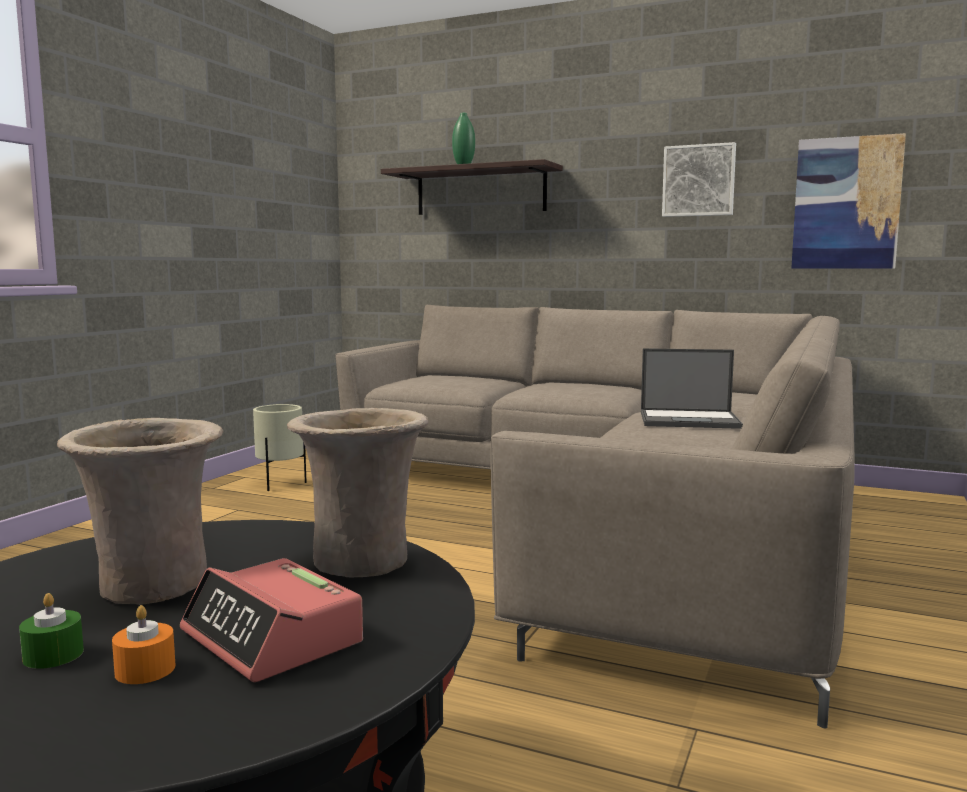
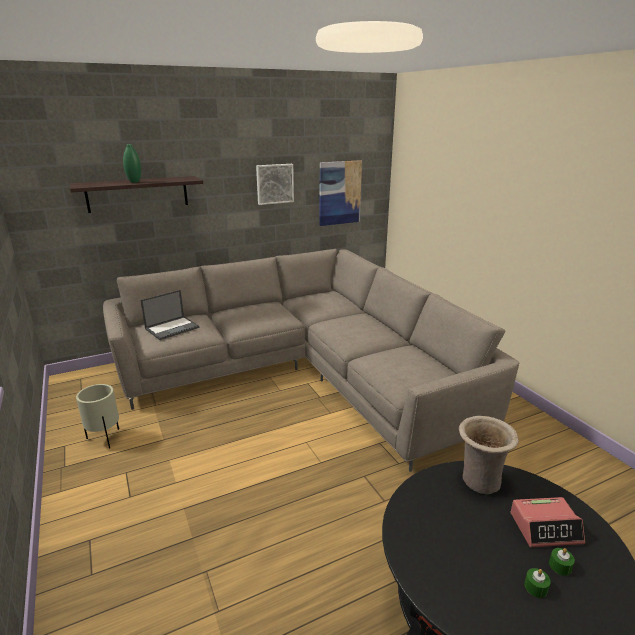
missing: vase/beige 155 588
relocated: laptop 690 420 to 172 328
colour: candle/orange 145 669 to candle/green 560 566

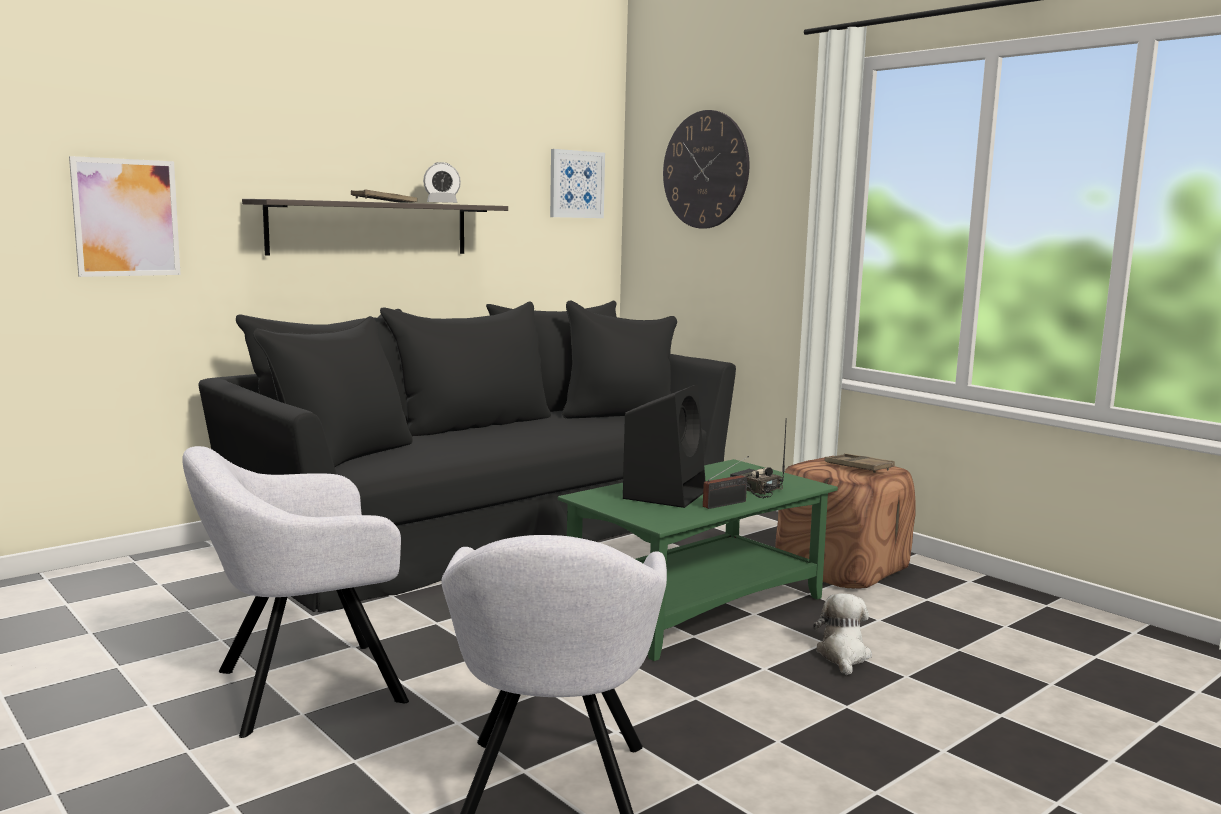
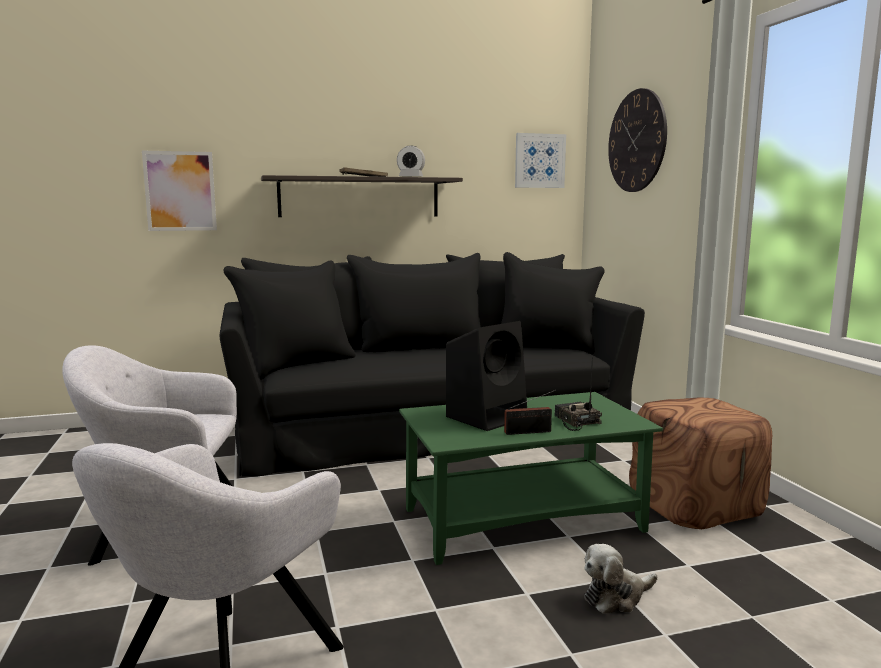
missing: tray/brown 858 467
spun: plush toy 843 656 = 616 597 150 degrees counterclockwise

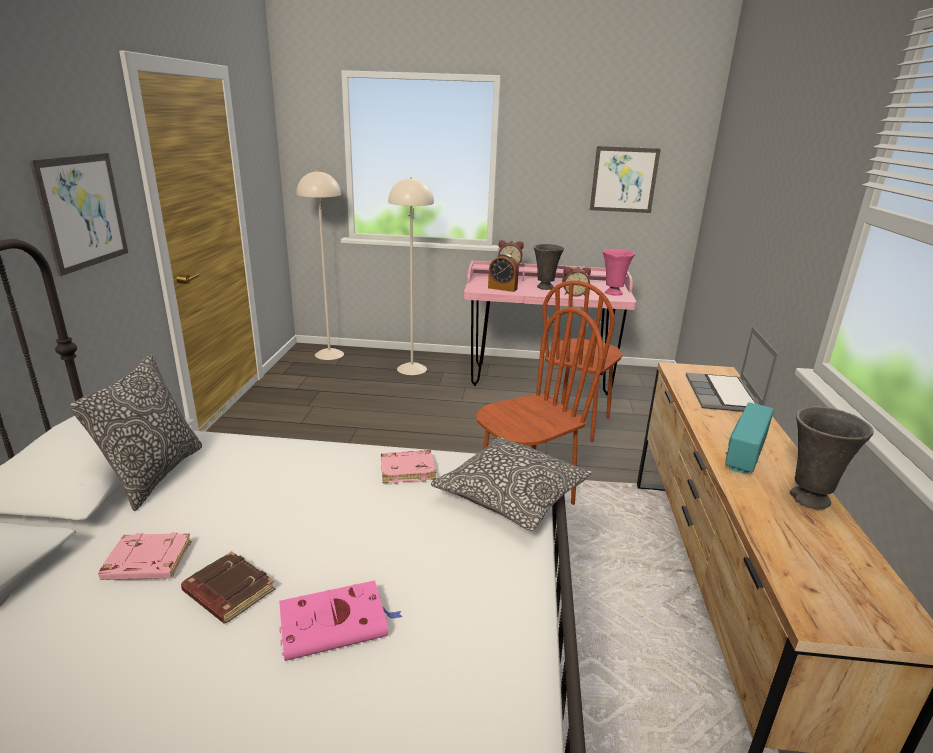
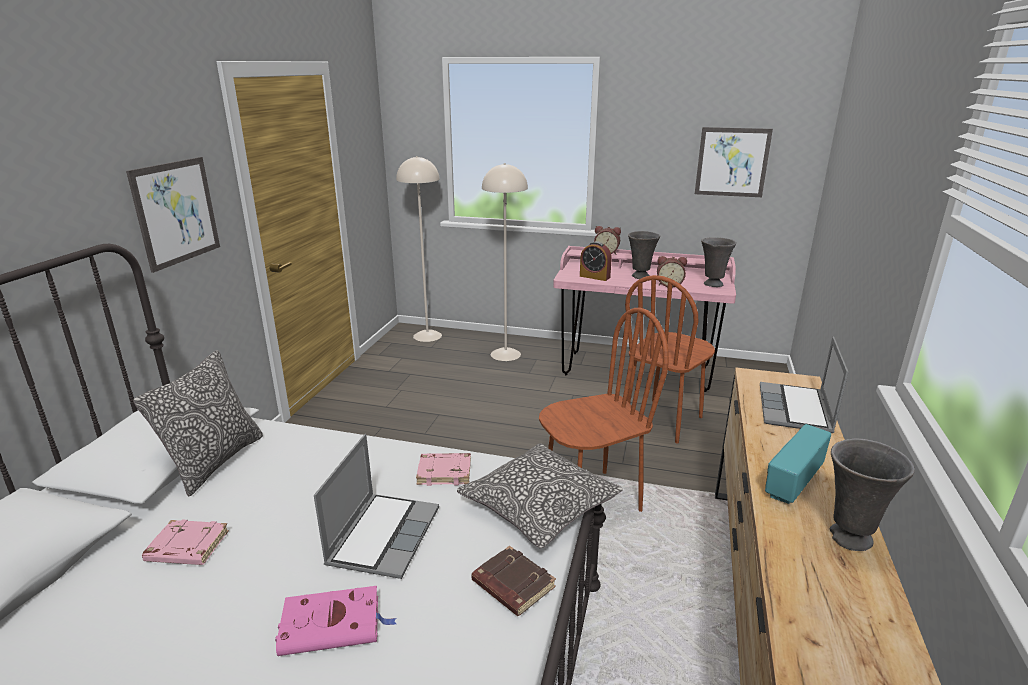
appeared: laptop 383 535
relocated: book/brown 227 592 to 512 585
colour: vase/pink 612 293 to vase/grey 712 284

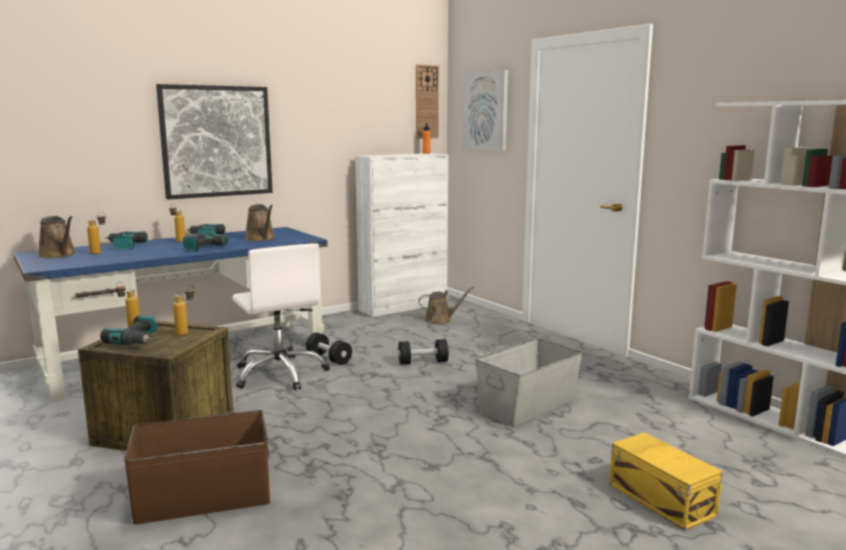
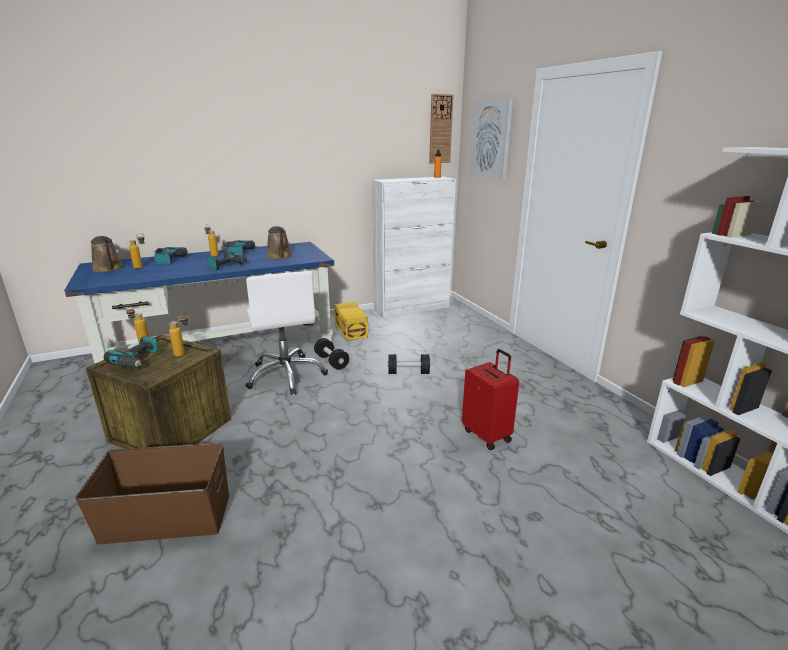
missing: picture 216 141; watering can/brown 440 320
relocated: storage box/yellow 661 498 to 351 330
exchanged: storage box/grey 528 405 to suitcase/red 487 435

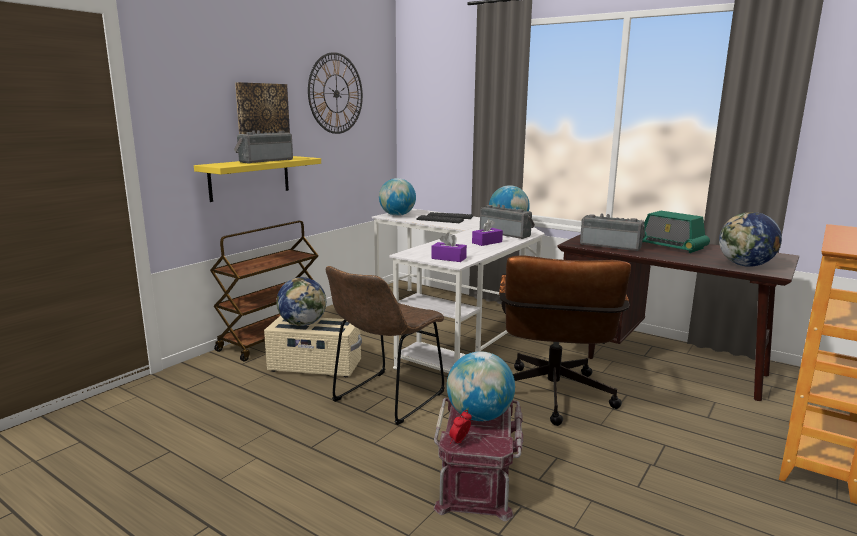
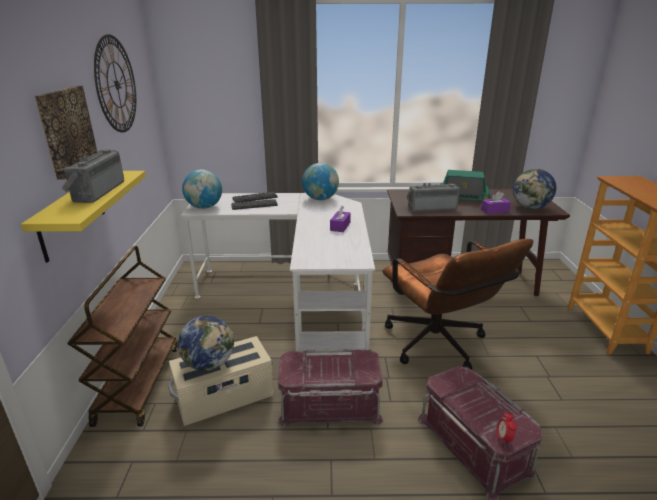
missing: globe 479 416; radio 506 234
relocated: tissue box/purple 448 258 to 494 210
exchanged: chair/brown 385 399 to storage box/red 329 406

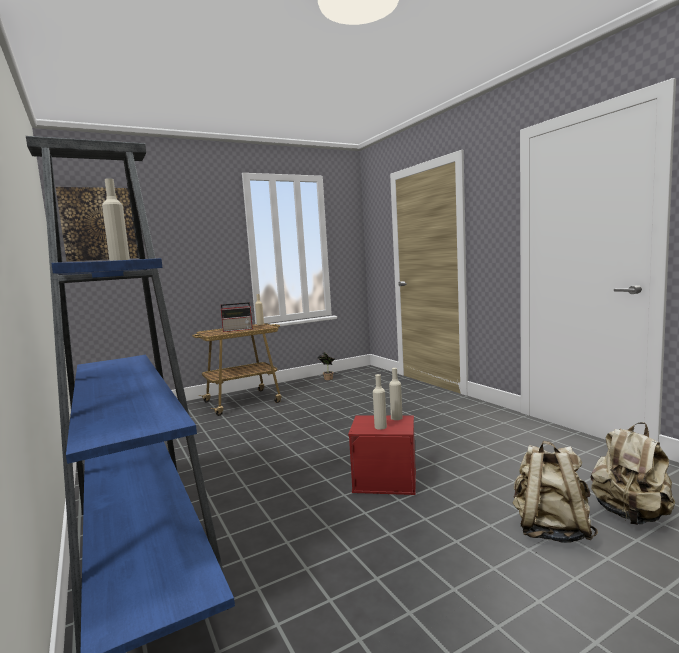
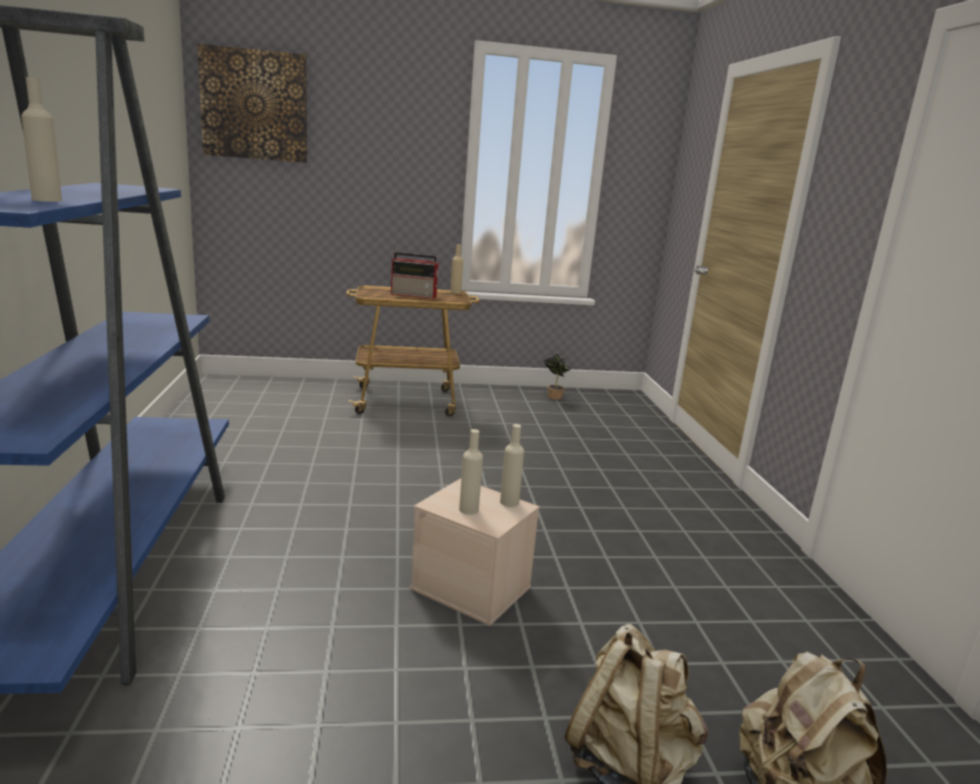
colour: storage box/red 386 480 to storage box/beige 472 588

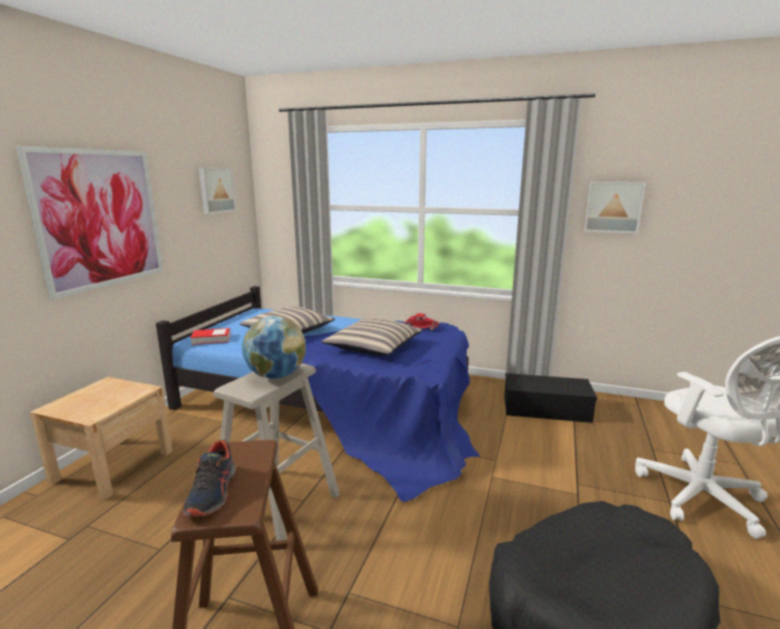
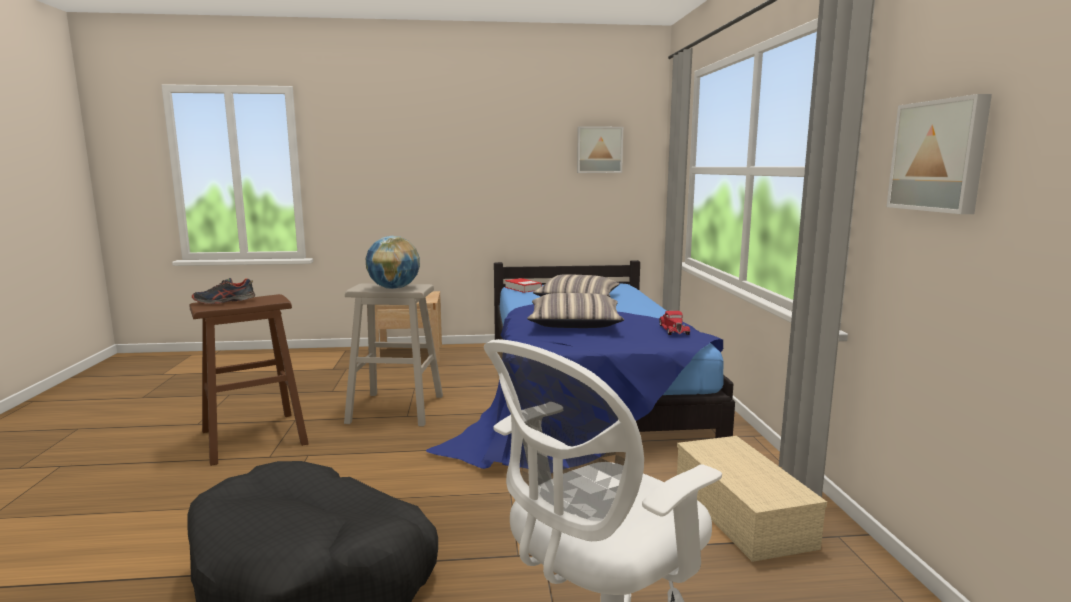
missing: picture 100 219
colour: storage box/black 547 408 to storage box/beige 744 514

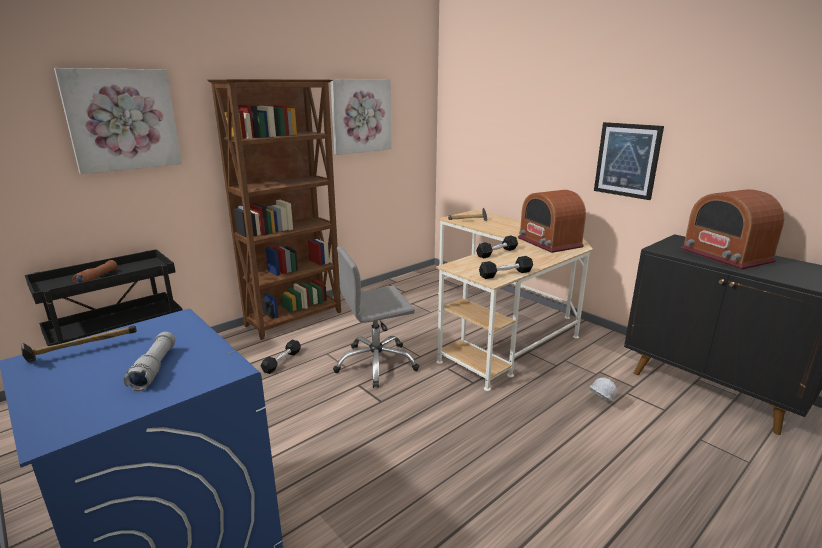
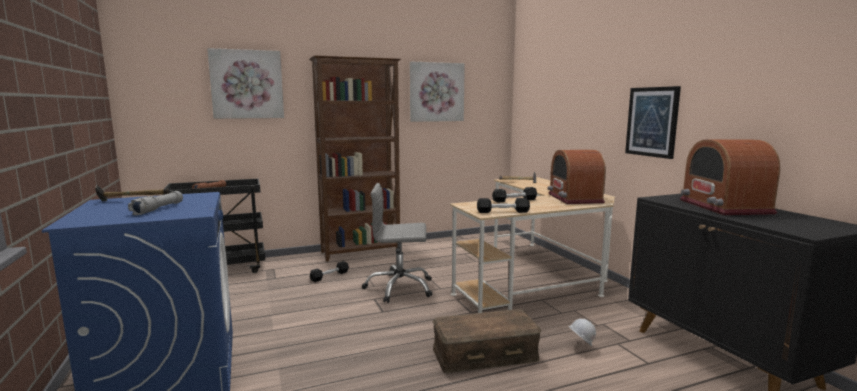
appeared: storage box/brown 484 353

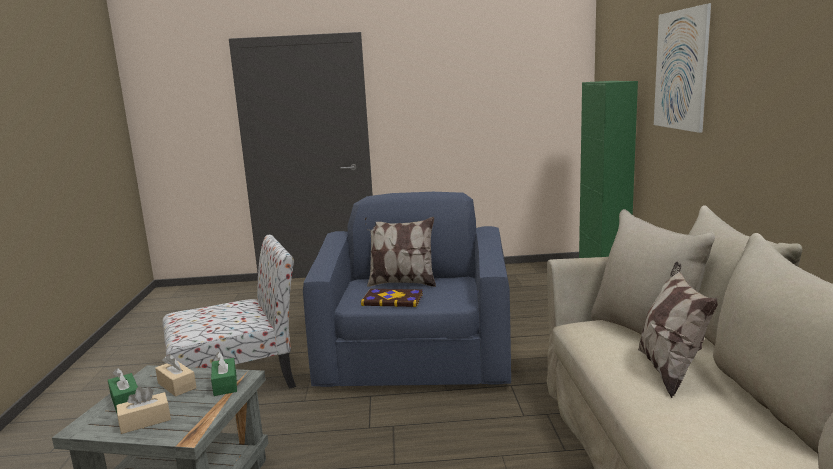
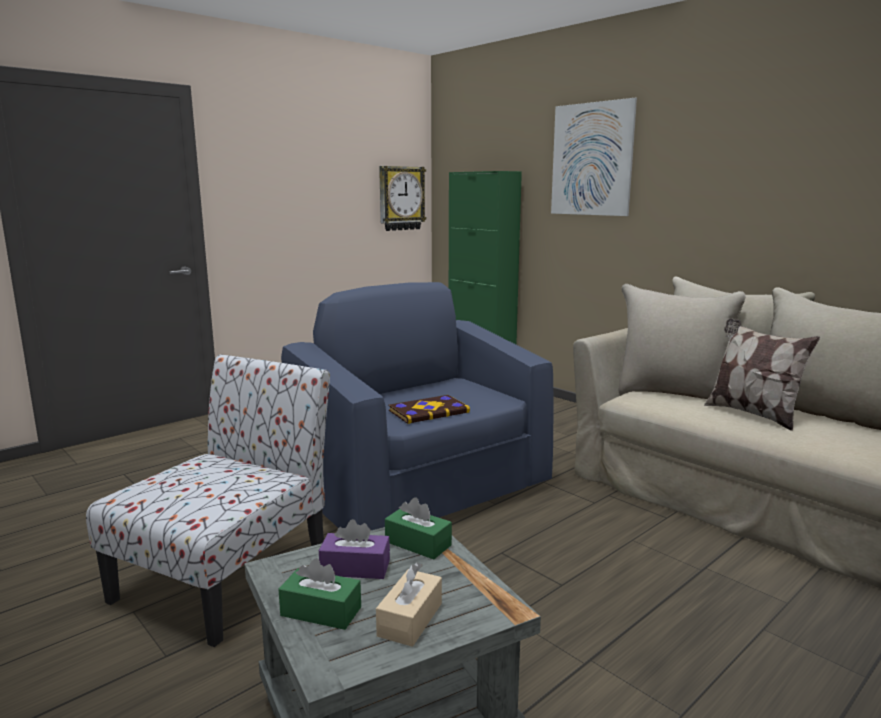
missing: pillow 401 283
appeared: wall clock 401 198
colour: tissue box/beige 177 385 to tissue box/purple 355 568

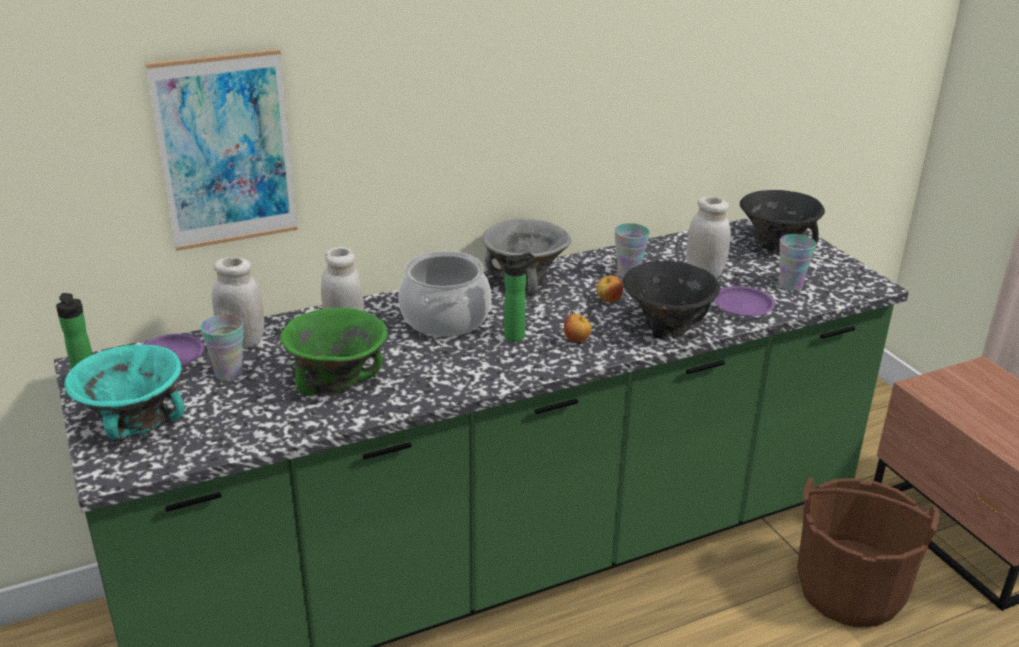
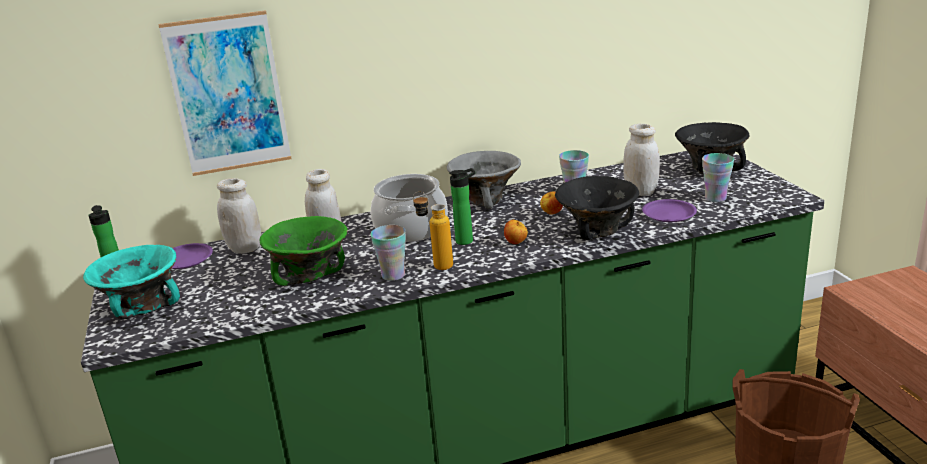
appeared: bottle 436 265
relocated: cup 229 373 to 393 275

